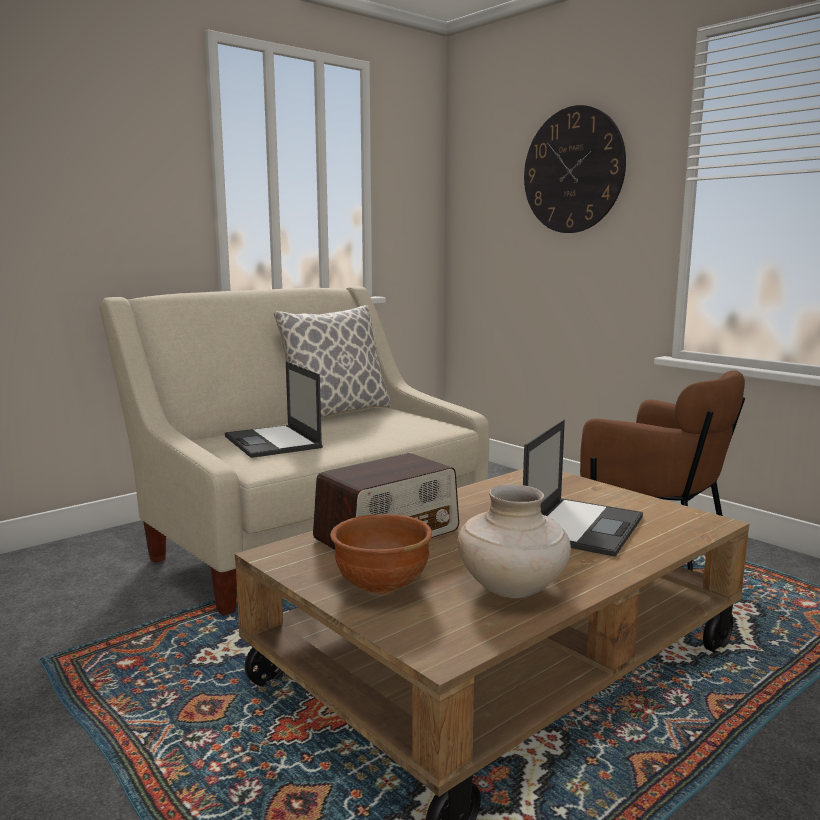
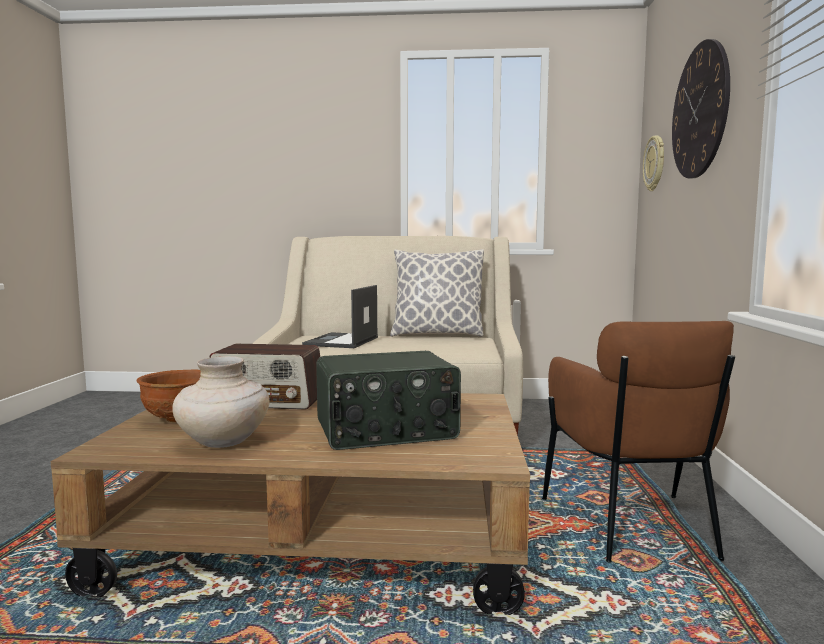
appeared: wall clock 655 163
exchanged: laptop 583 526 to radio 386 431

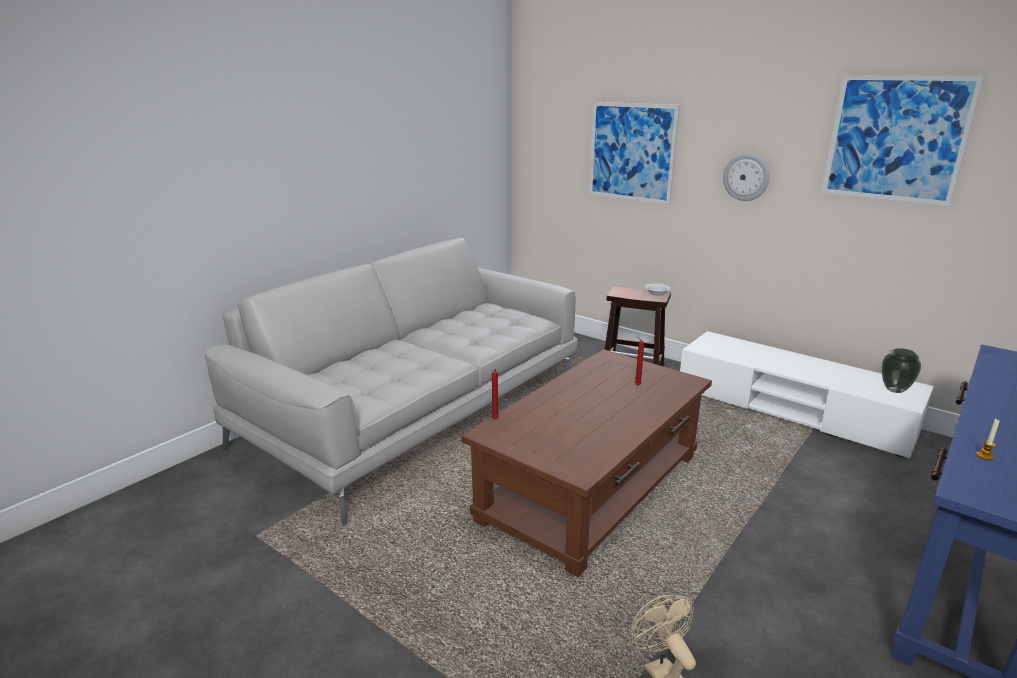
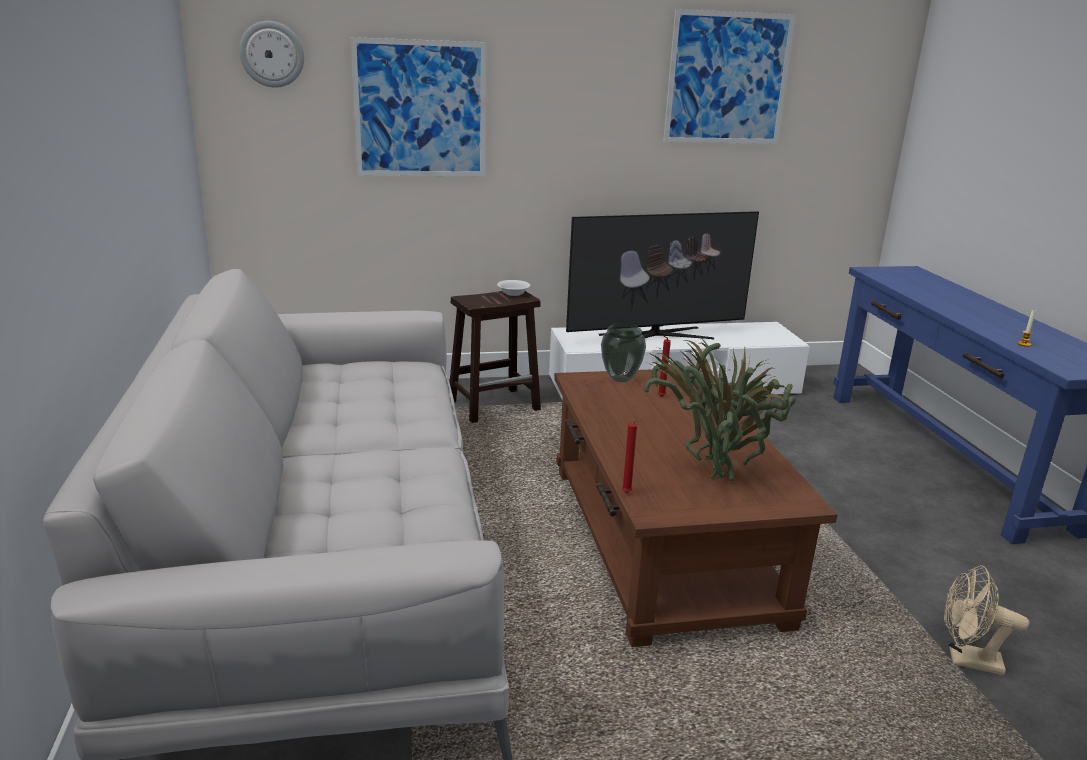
appeared: television 655 336; potted plant 714 473
relocated: wall clock 746 177 to 272 54; vase 894 390 to 620 379

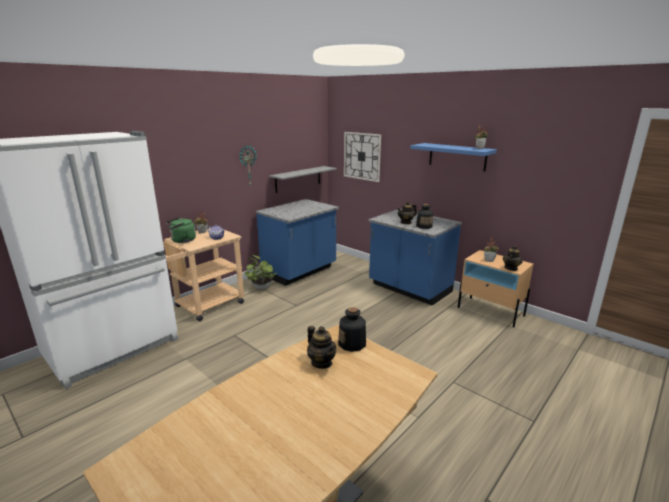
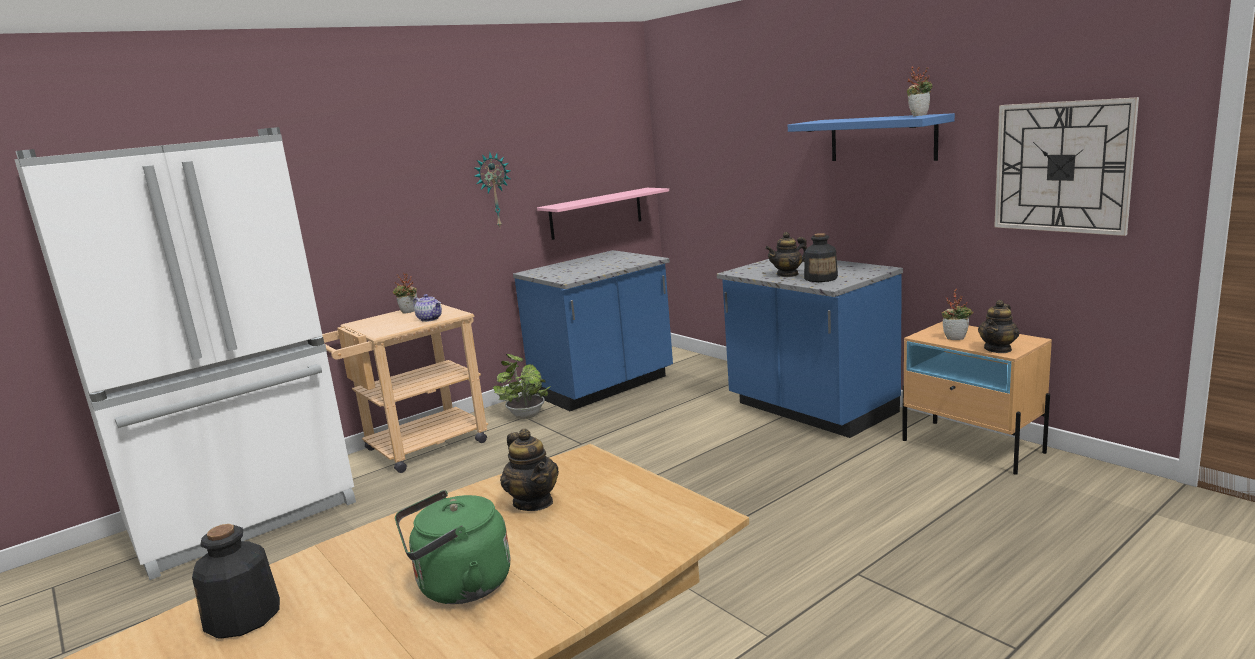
relocated: bottle 352 344 to 243 617; kettle/green 182 241 to 459 587; wall clock 362 156 to 1062 167
colour: shelf/grey 298 179 to shelf/pink 596 213

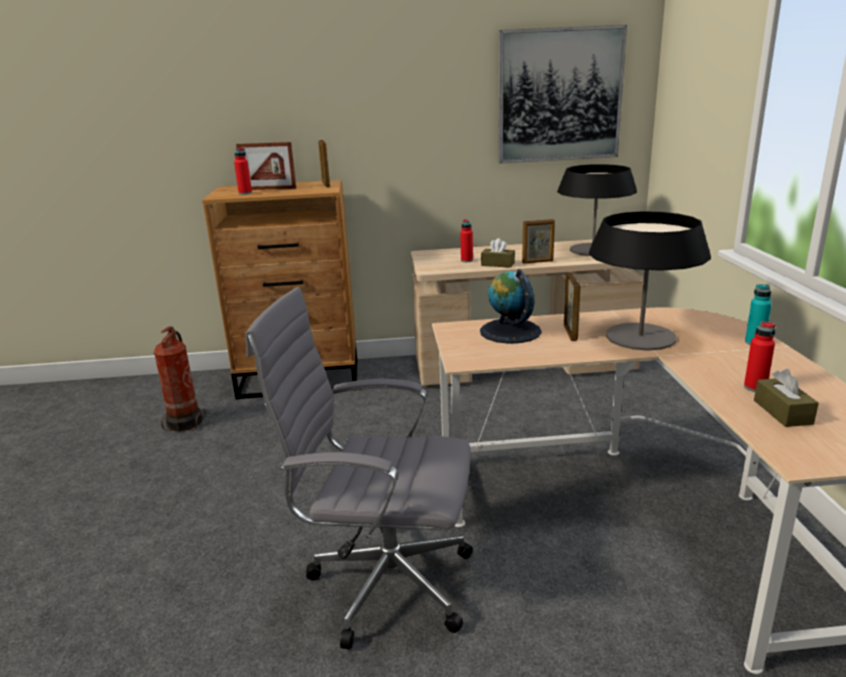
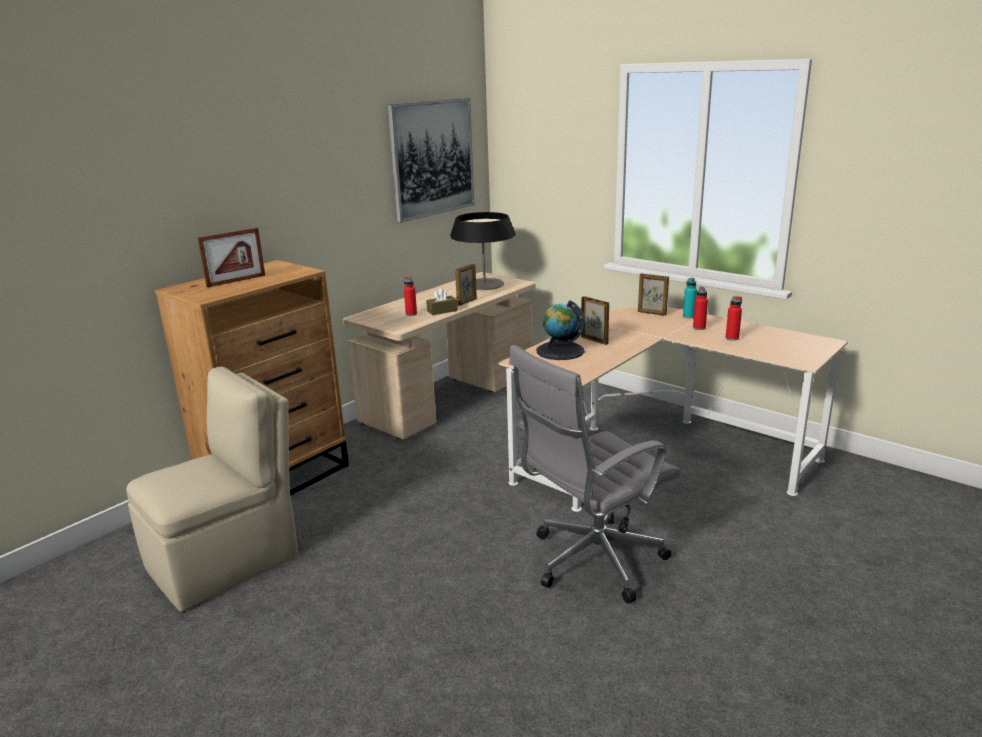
missing: table lamp 640 336; tissue box/brown 782 412
relocated: picture frame 326 184 to 651 313; bottle/red 245 193 to 699 328
exchanged: fire extinguisher 186 422 to chair/beige 227 560

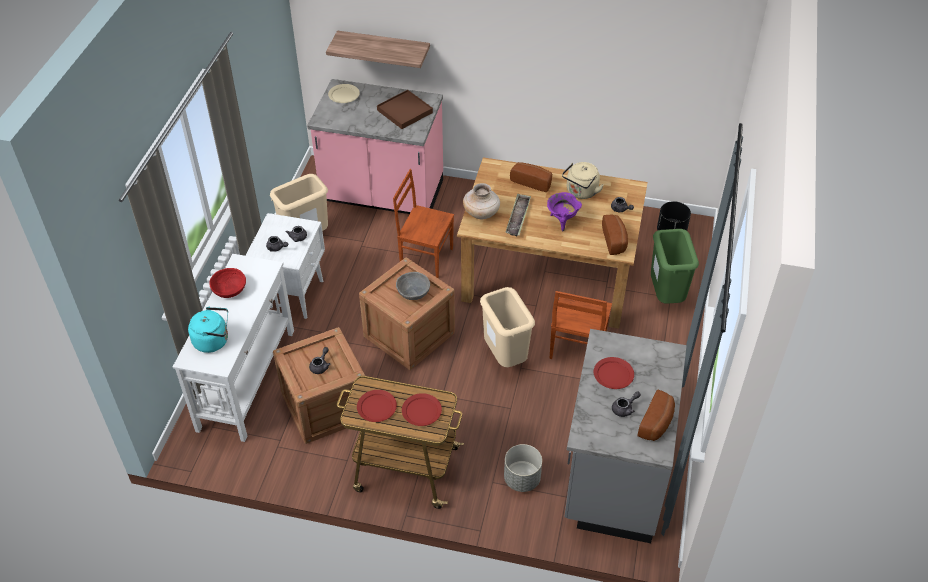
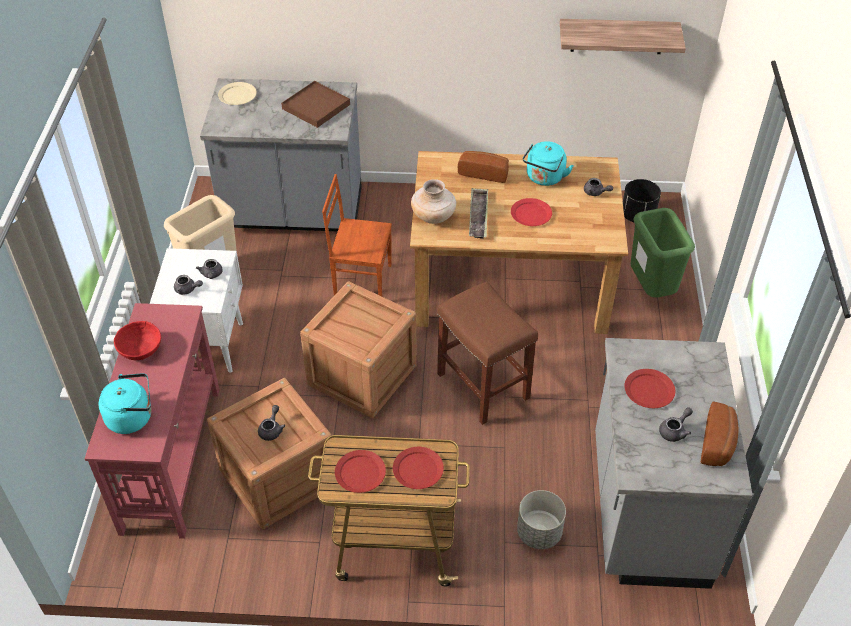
missing: bowl/grey 413 292; chair/brown 576 348; bread 615 240
relocated: shelf 384 49 to 617 36
exchanged: trash can/beige 506 357 to stool/brown 484 386; cooking pot/purple 562 221 to plate/red 531 214
colour: console table/white 247 379 to console table/red 172 457; counter/pink 382 194 to counter/grey 293 212; kettle/beige 581 192 to kettle/turquoise 544 178

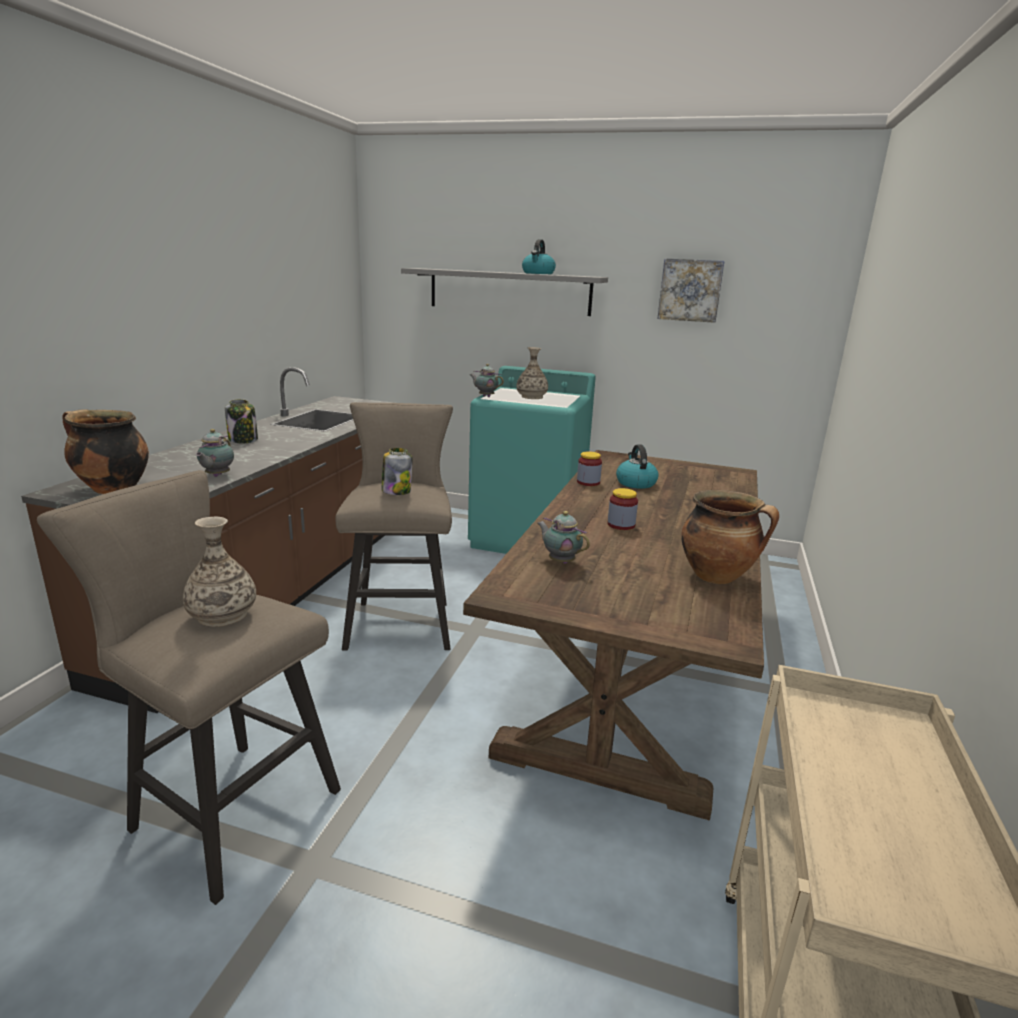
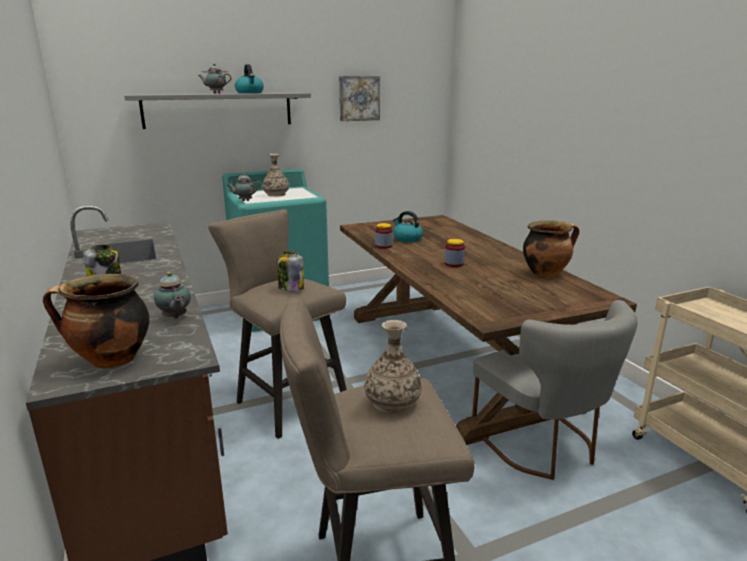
appeared: chair/grey 542 446
relocated: teapot 560 561 to 216 93

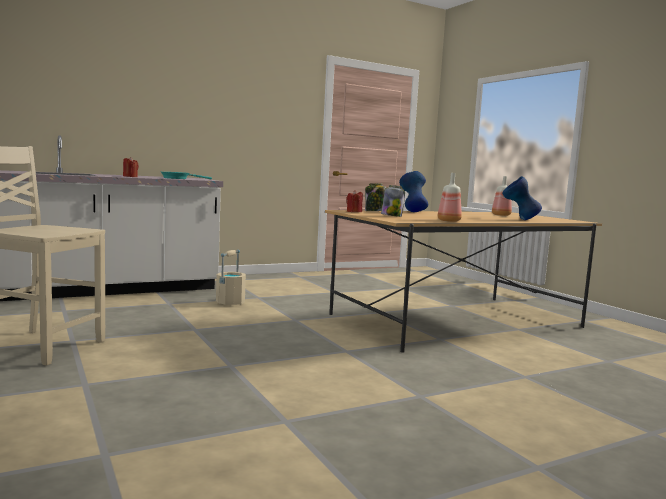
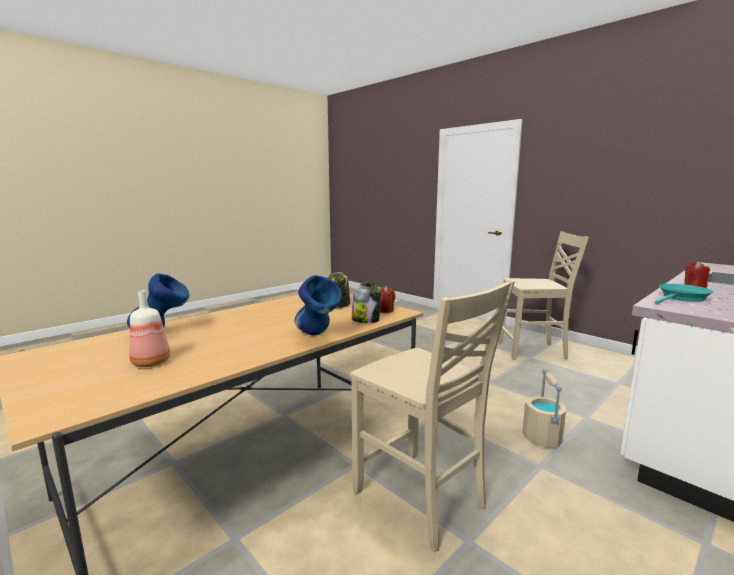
missing: bottle 448 221
appeared: chair/beige 421 499

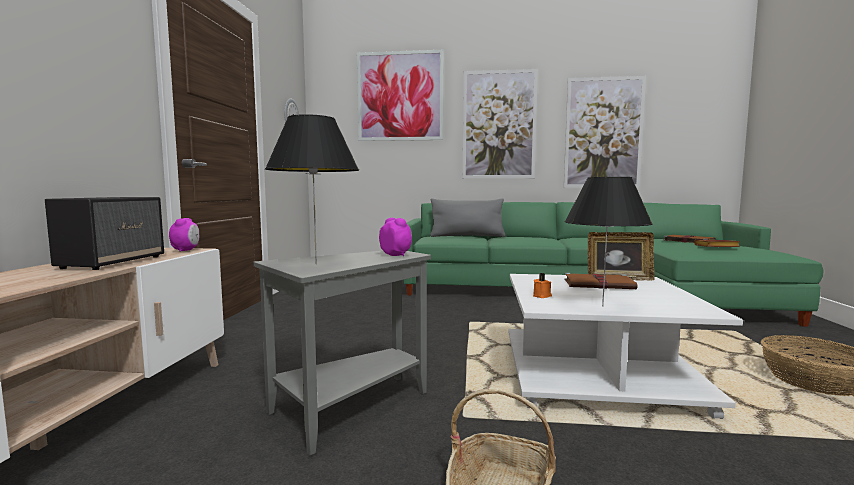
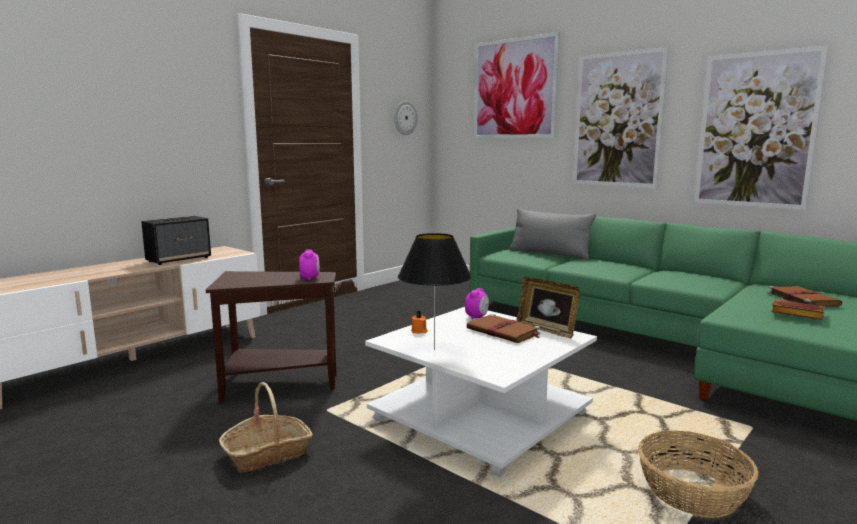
missing: table lamp/black 316 264
relocated: alarm clock 186 250 to 477 317
colour: side table/grey 348 409 to side table/brown 275 384

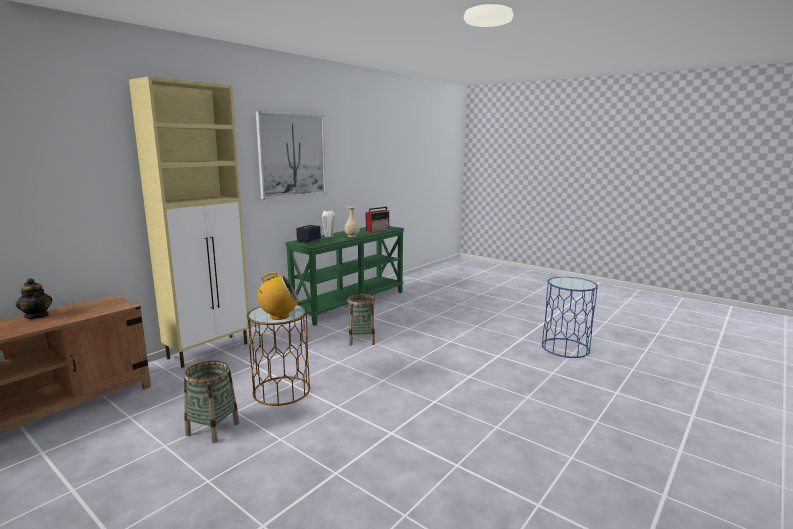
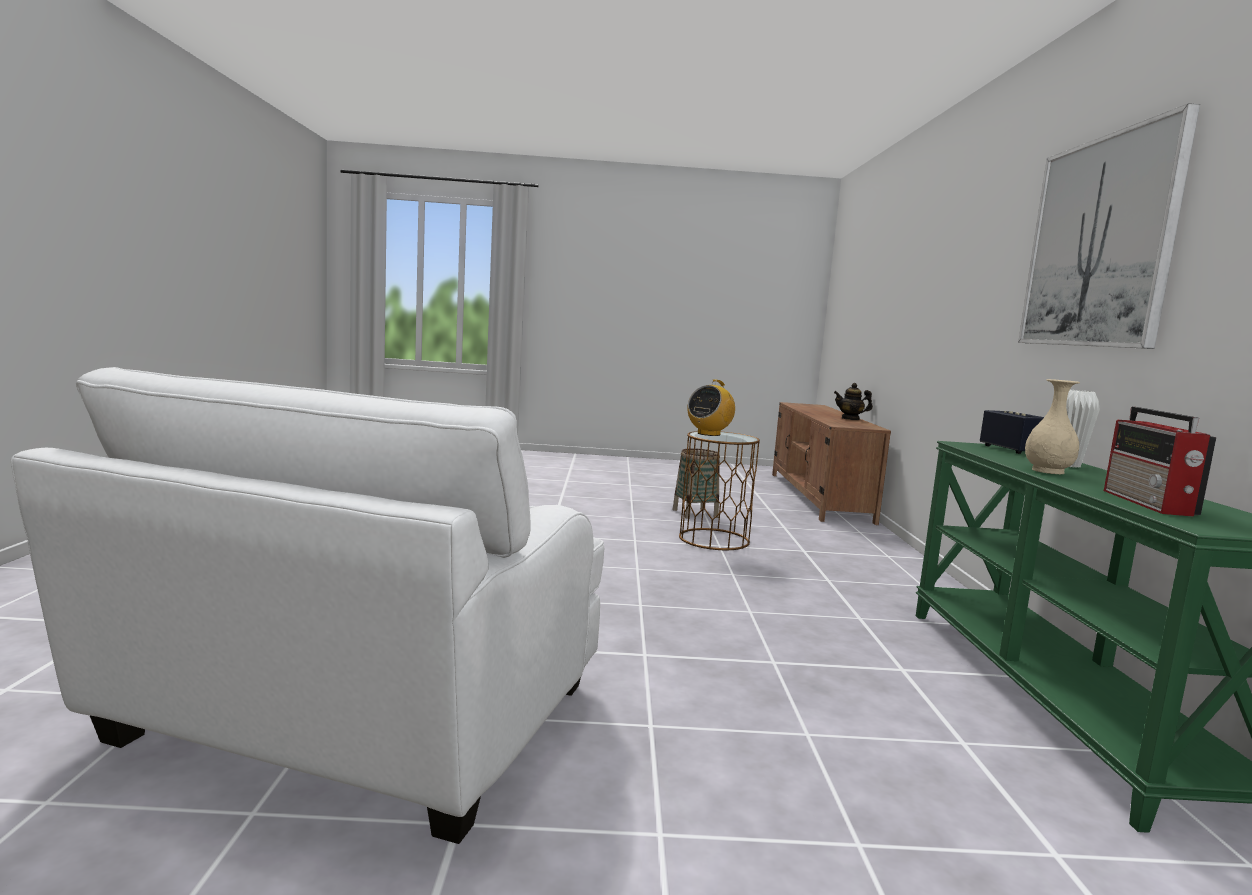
missing: cabinet/beige 209 350; basket 361 340
exchanged: side table/blue 565 348 to armchair/white 354 718

